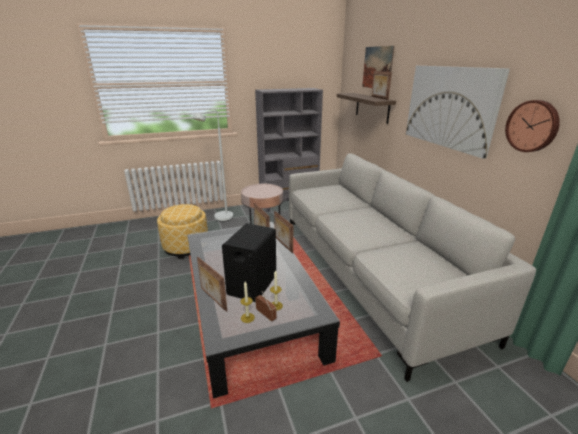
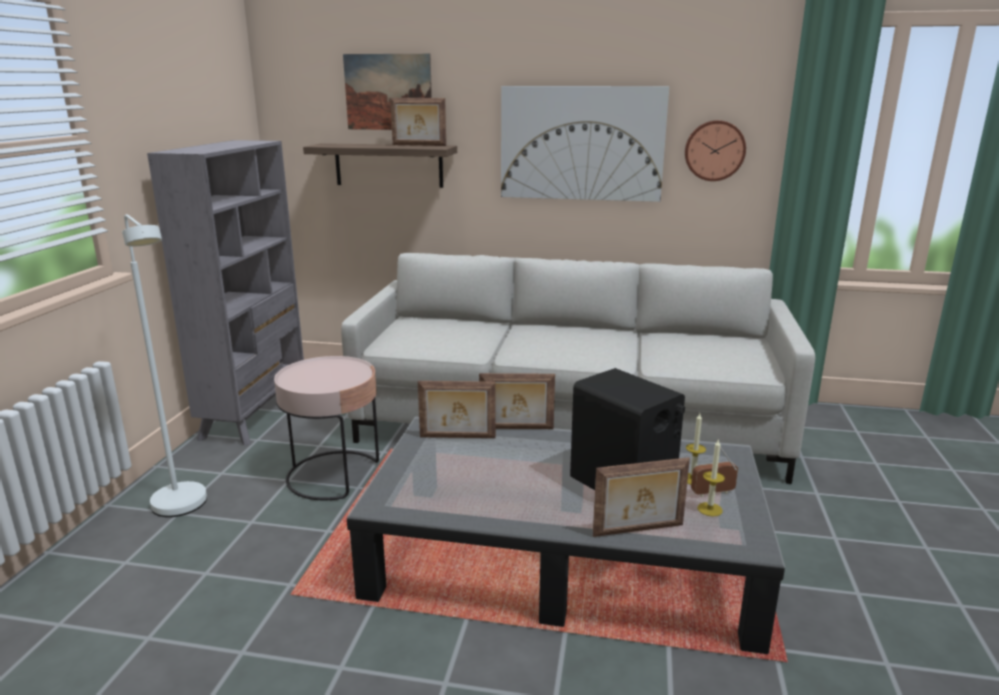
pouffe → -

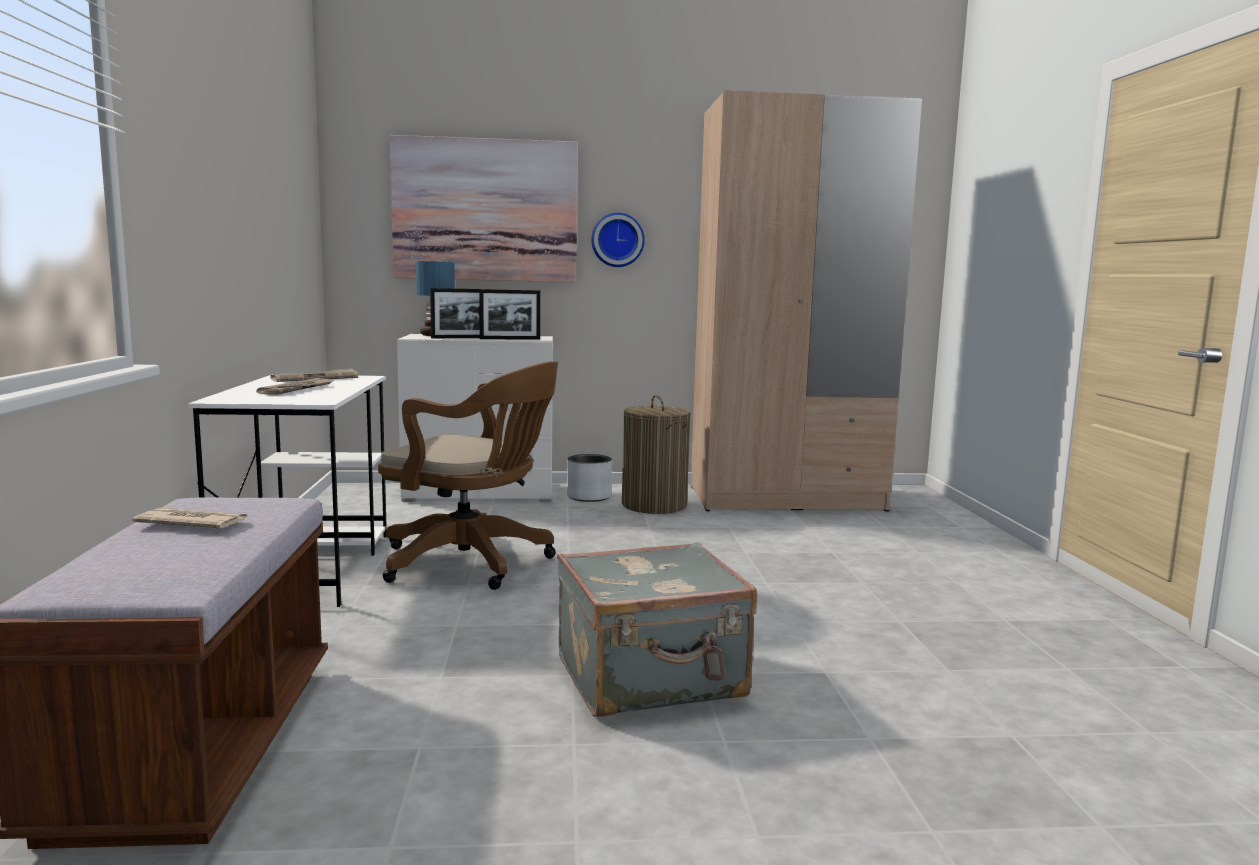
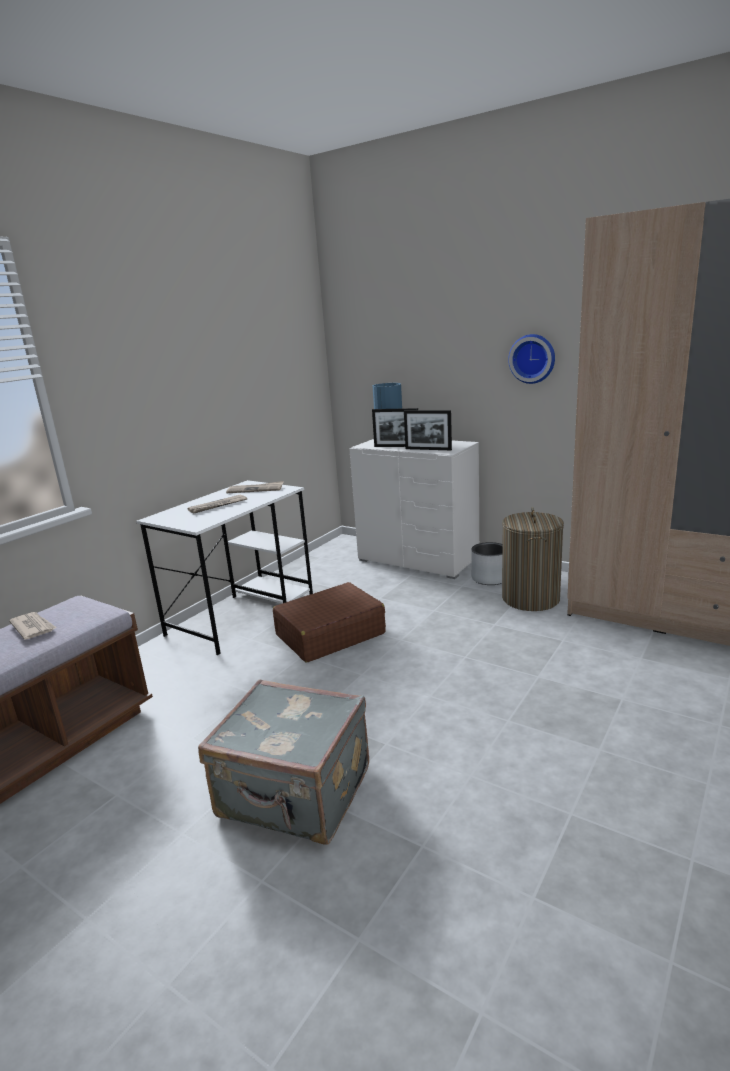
brownish desk chair → brownish piece of luggage
picture → -

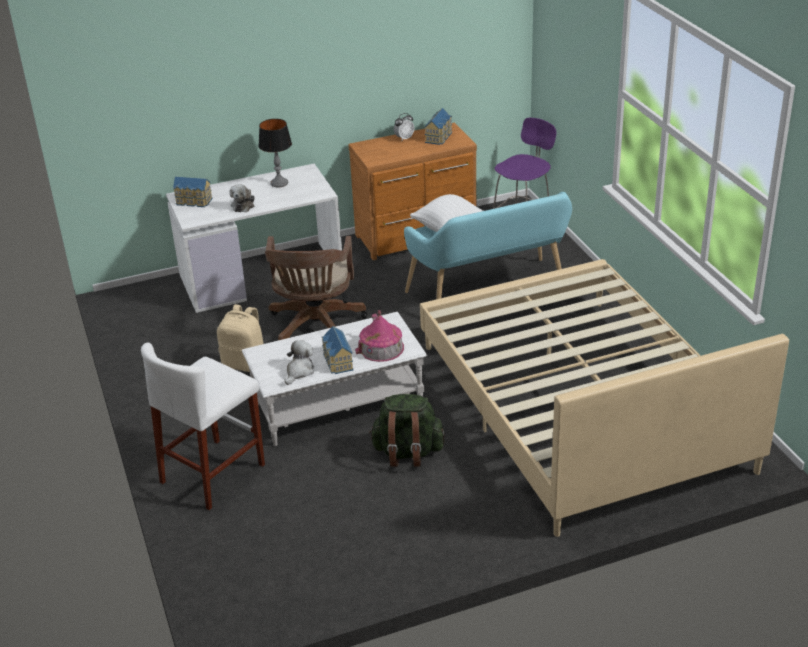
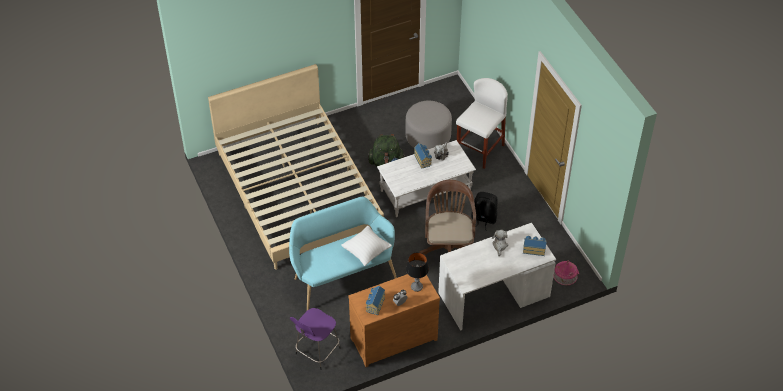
- → greyish pouffe
table lamp, move
sand-coloured knapsack → blackish knapsack
model house (3rd from left in the first image) → model house (4th from left), move

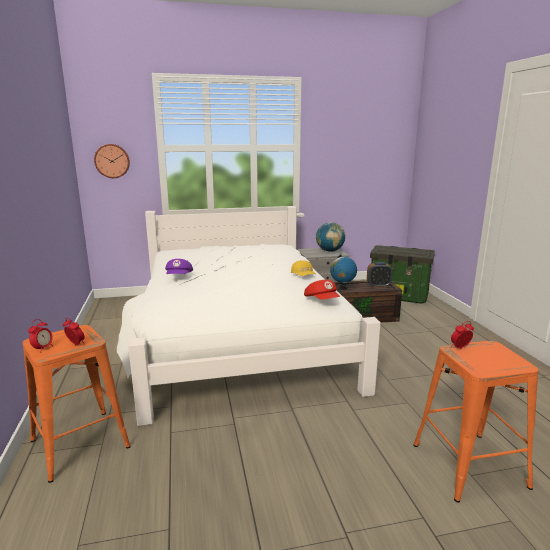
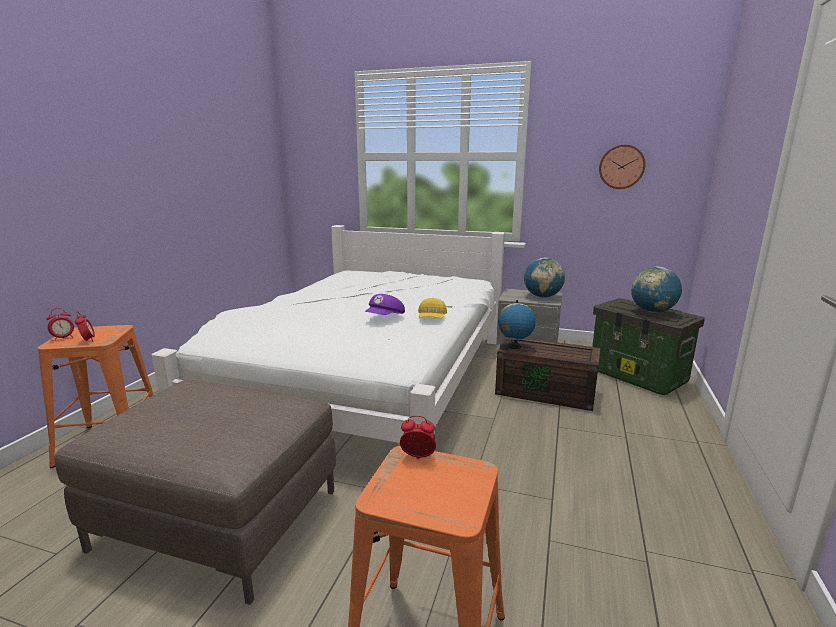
- → brownish pouffe
purple-coloured baseball cap, move
clock on the wall, move
- → world globe (3rd from left)
red-coloured baseball cap → -
table clock (3rd from left) → -

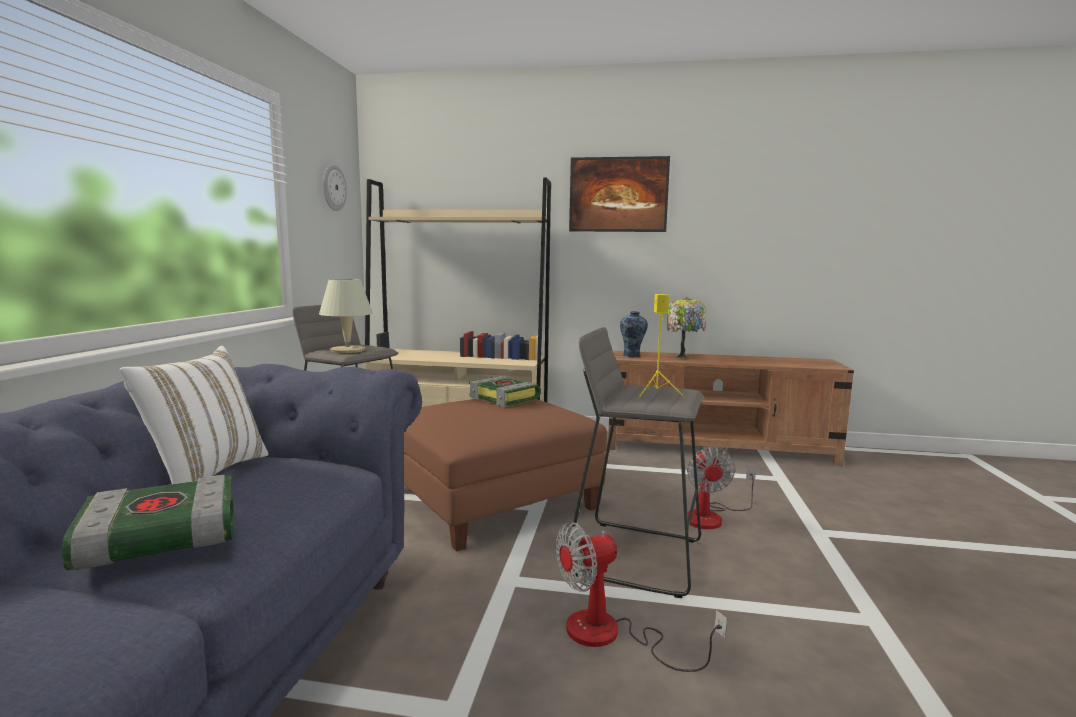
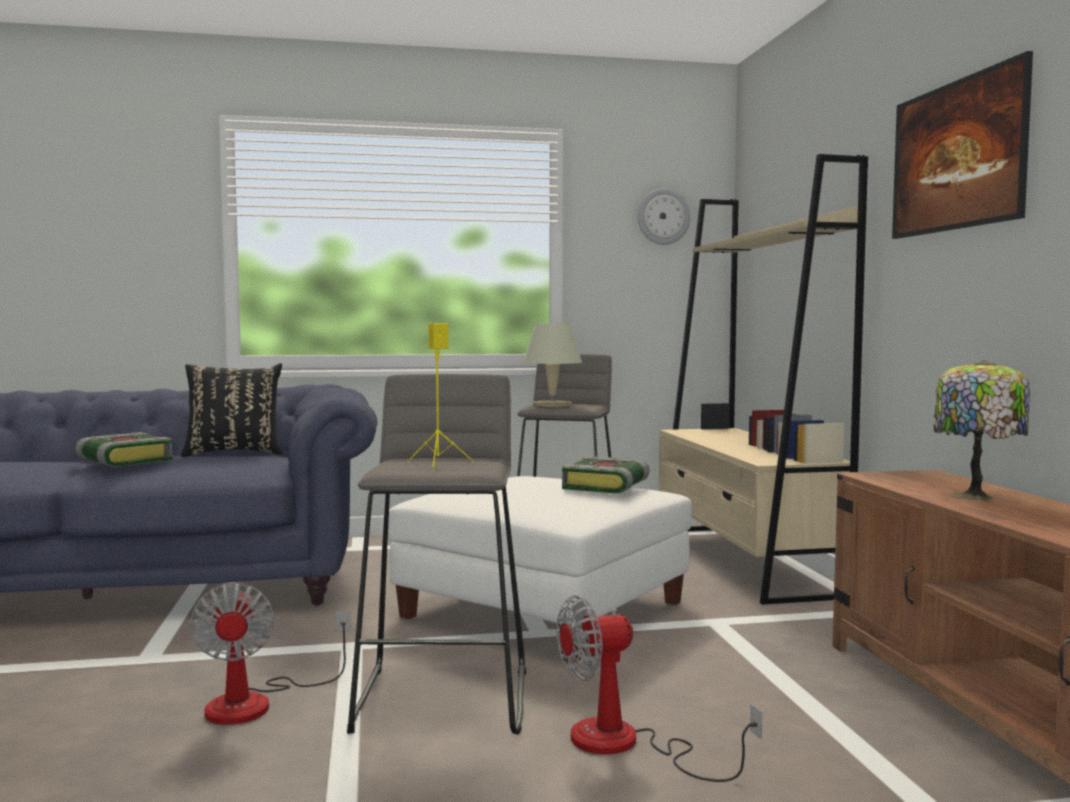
white-coloured throw pillow → blackish throw pillow
electric fan (1st from left), 150 degrees counterclockwise
brownish pouffe → white-coloured pouffe
flower vase → -

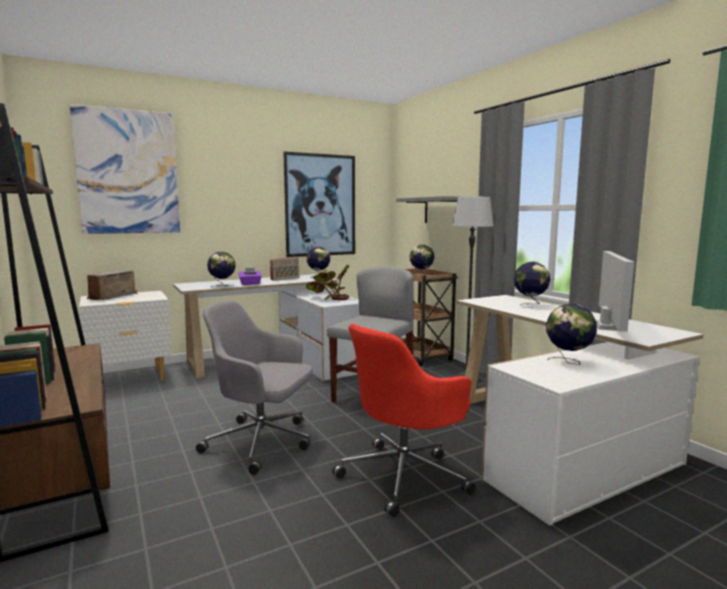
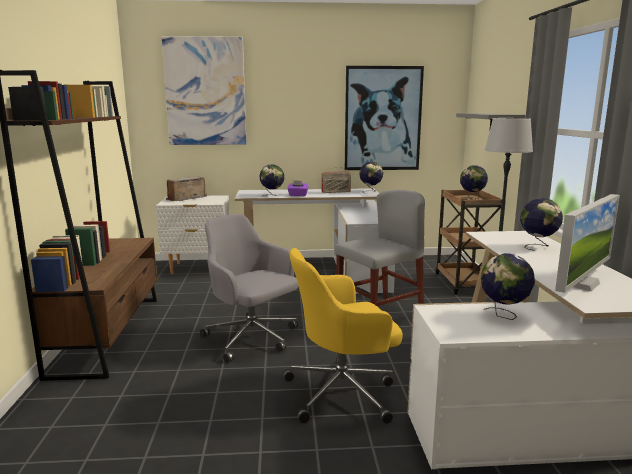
red-coloured desk chair → yellowish desk chair
potted plant → -

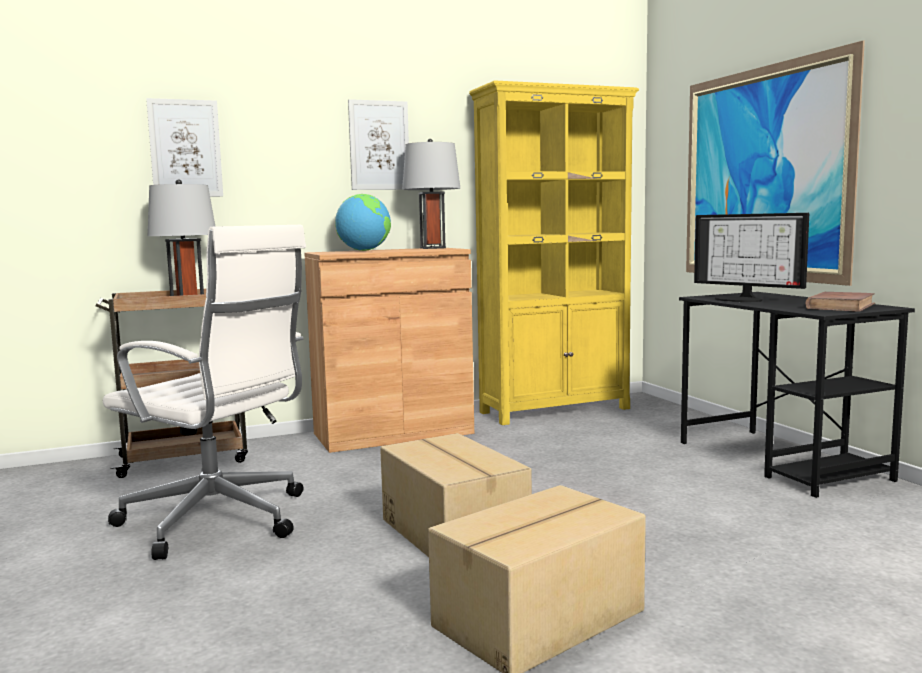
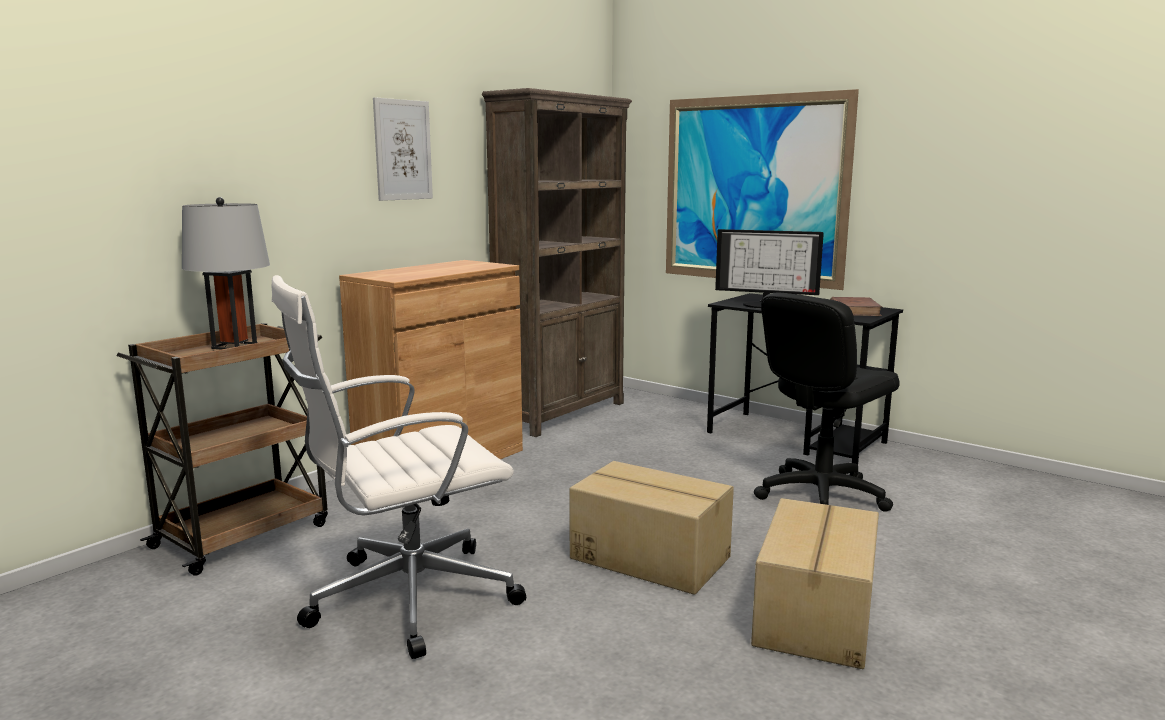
white-coloured desk chair, 150 degrees clockwise
yellowish shelving unit → brownish shelving unit
- → blackish desk chair
picture (1st from left) → -
world globe → -
greyish table lamp (2nd from left) → -

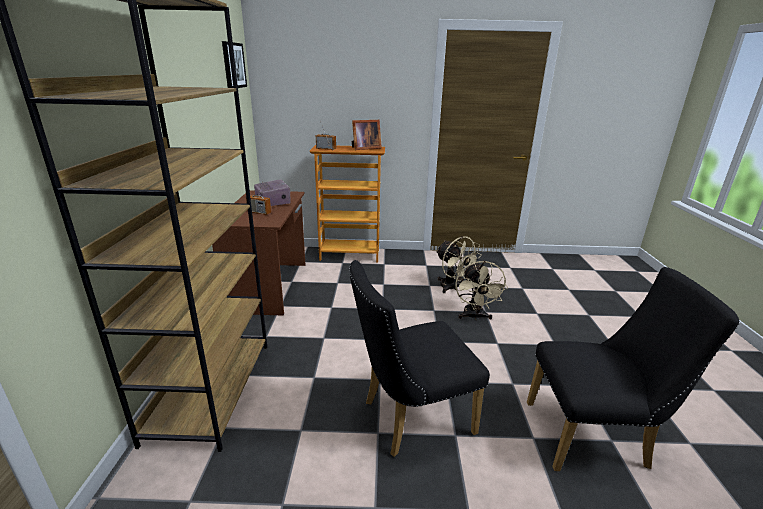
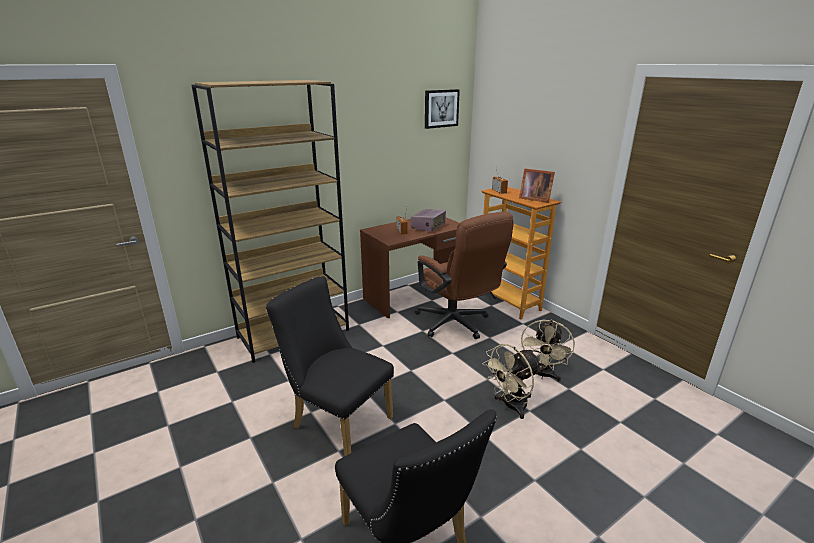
- → brownish desk chair

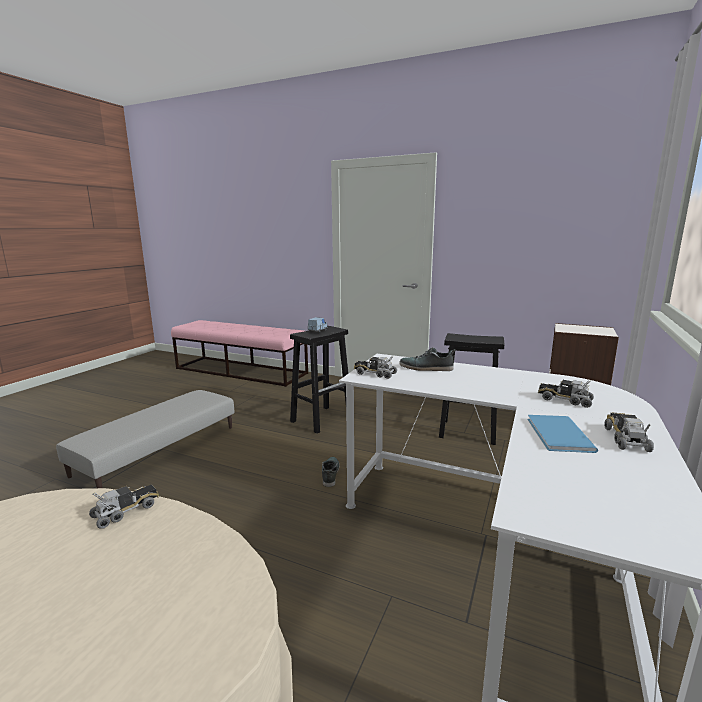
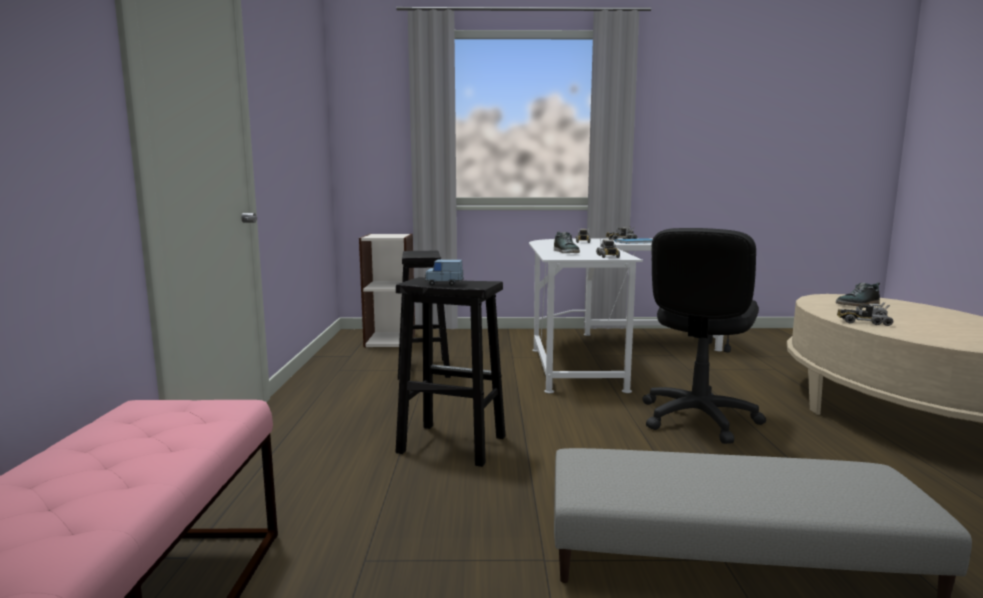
- → blackish desk chair
low shoe (1st from left in the first image) → low shoe (2nd from left), move

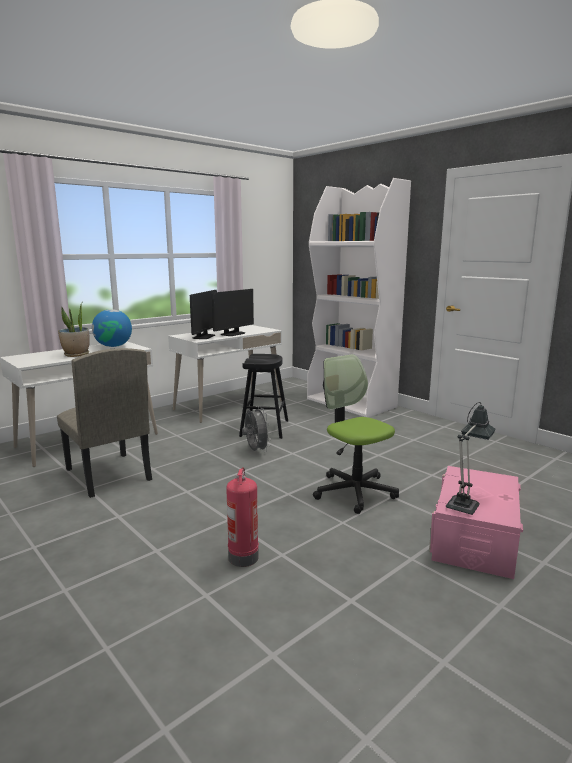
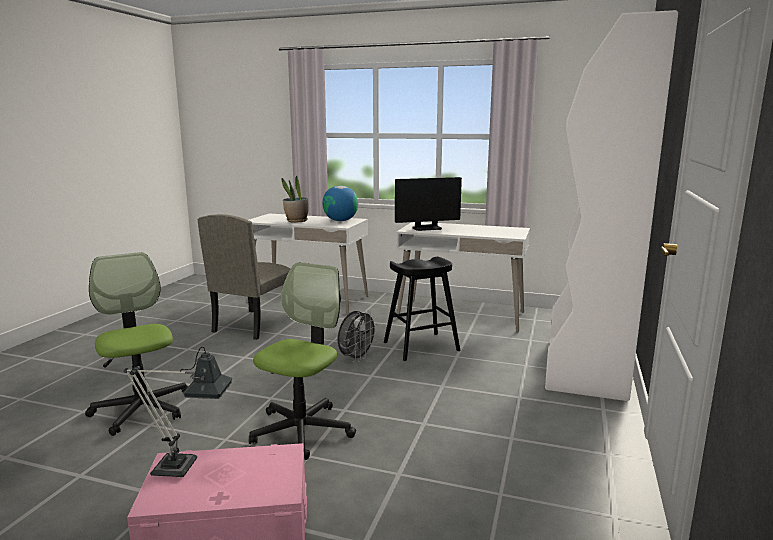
fire extinguisher → desk chair (1st from left)
computer screen (2nd from left) → -

